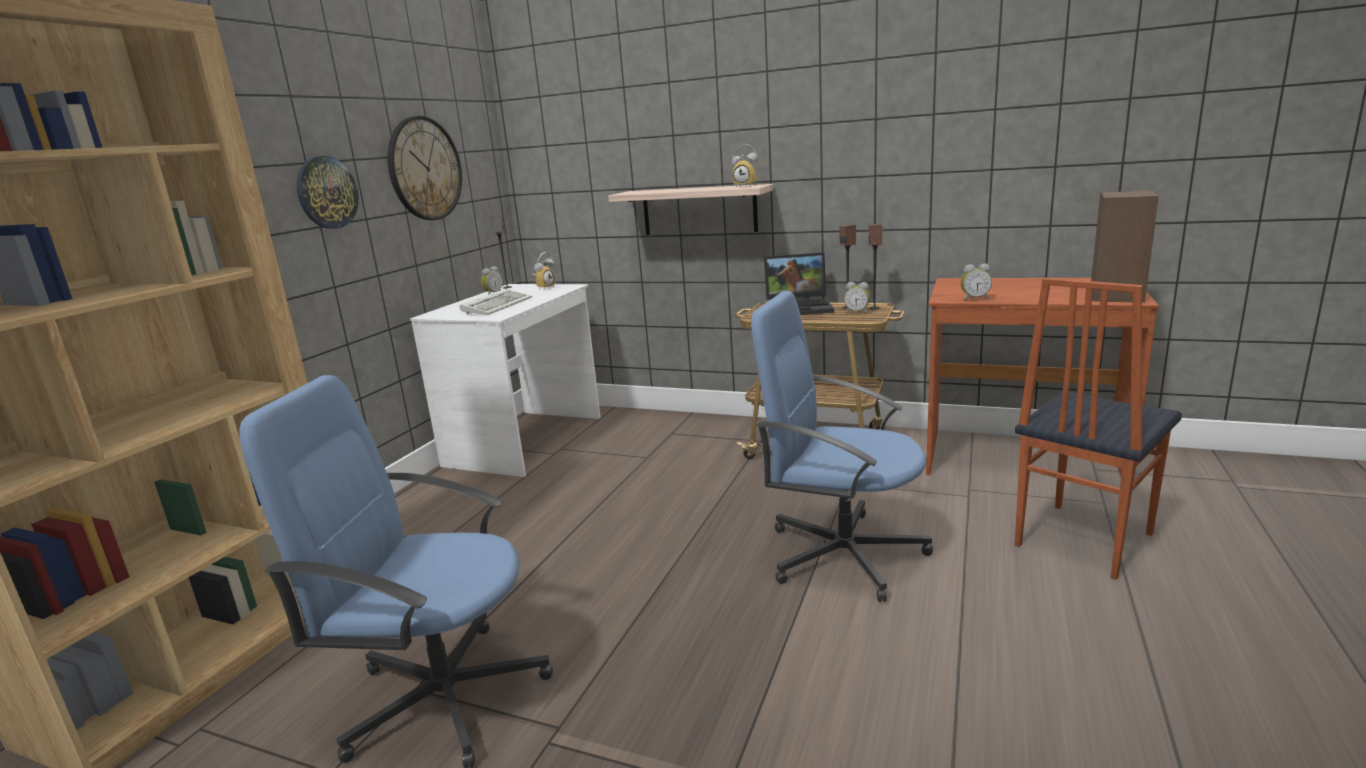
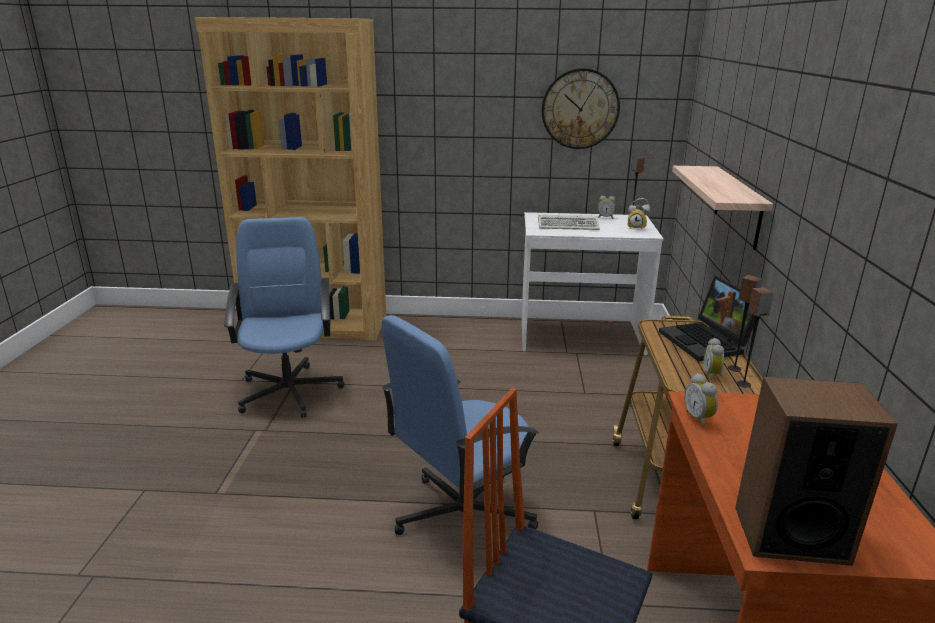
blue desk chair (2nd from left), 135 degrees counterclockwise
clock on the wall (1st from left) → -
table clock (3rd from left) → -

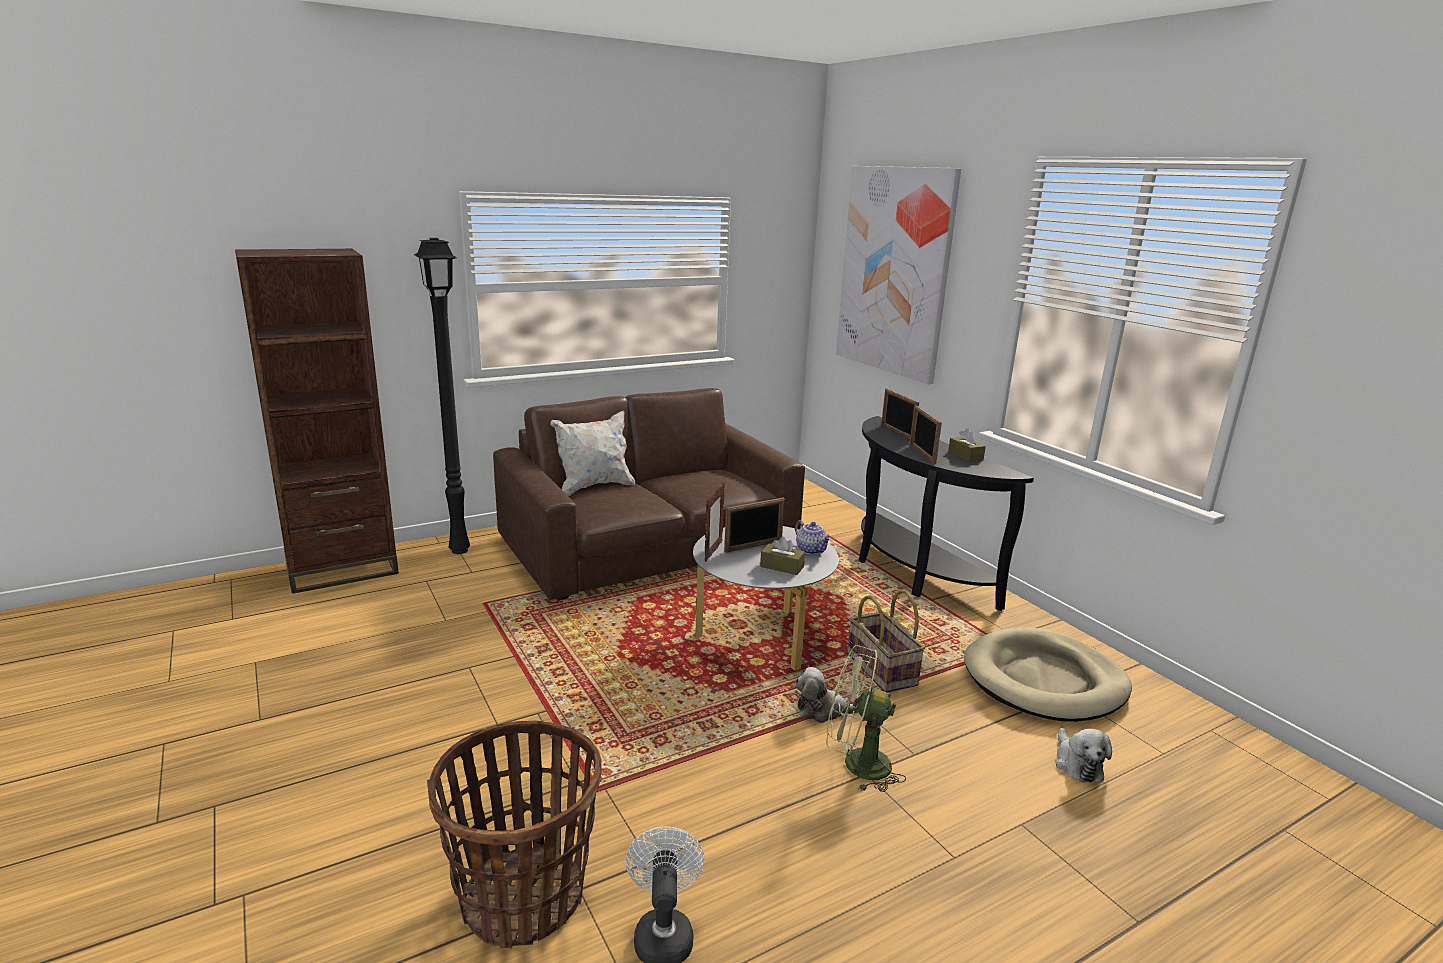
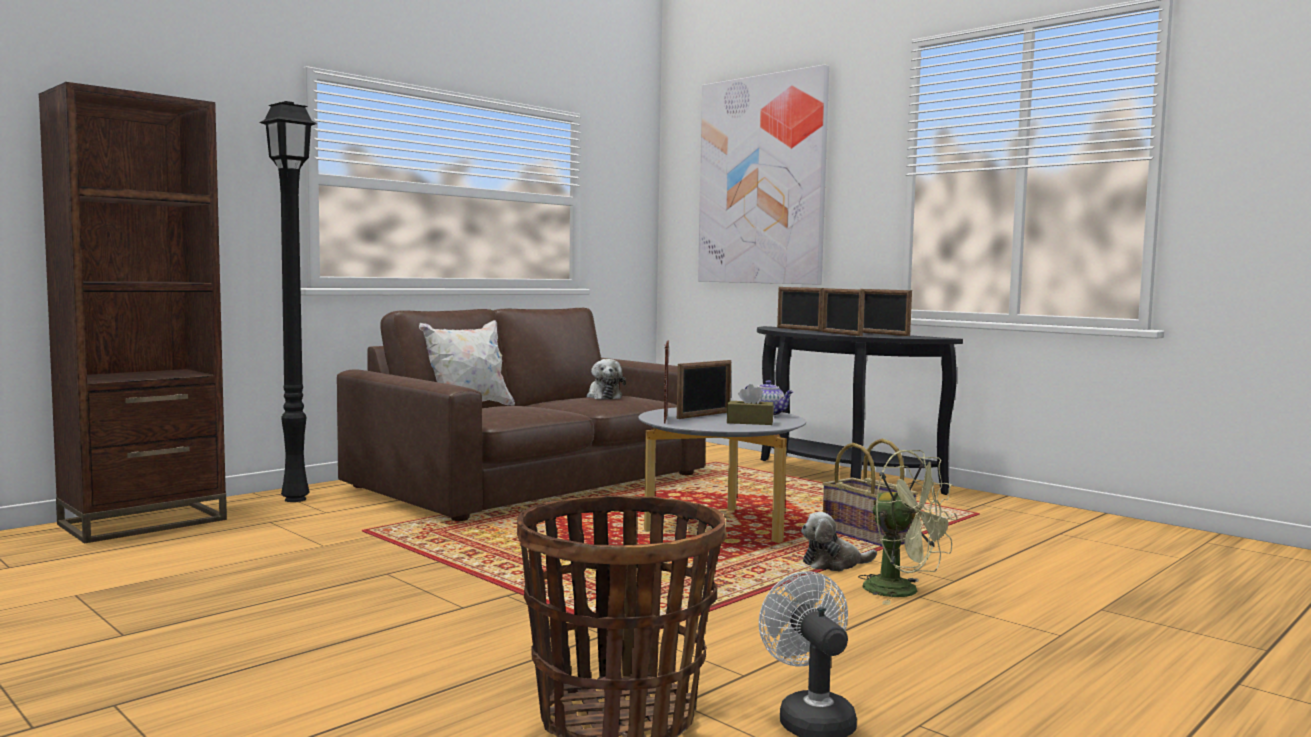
cuddly toy (2nd from left in the first image) → cuddly toy (1st from left), move
greenish electric fan, 135 degrees counterclockwise
brownish tissue box (2nd from left) → photo frame (5th from left)
sand-coloured dog cushion → -

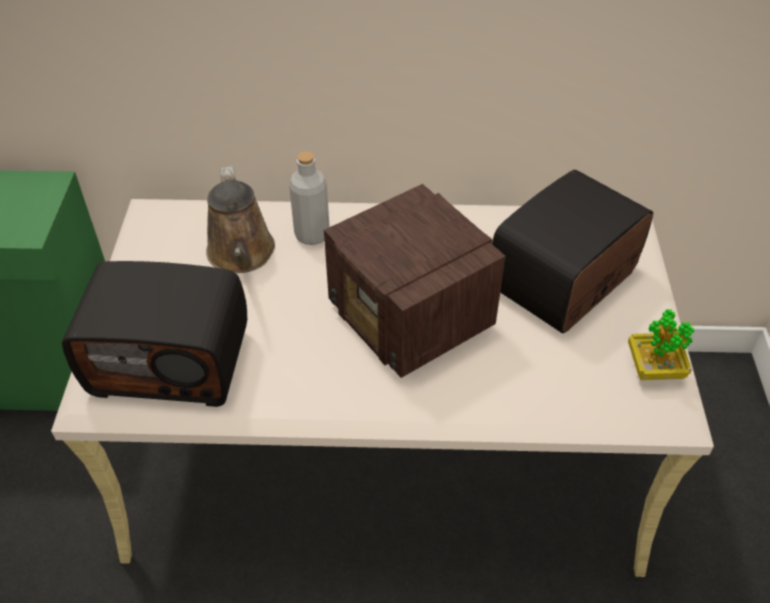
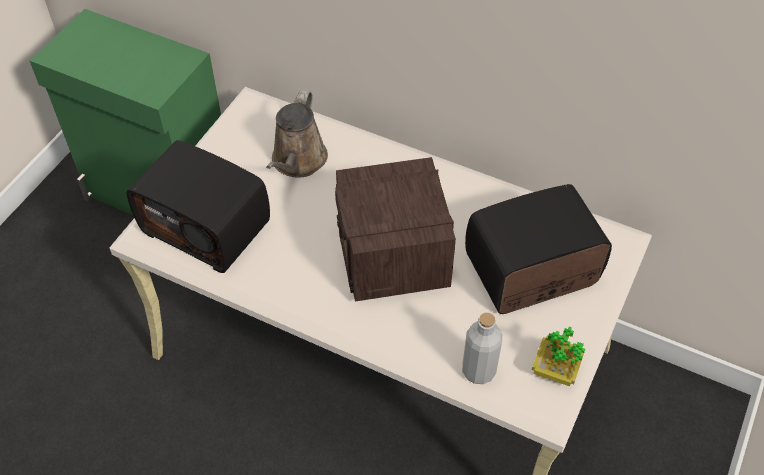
greyish bottle, move

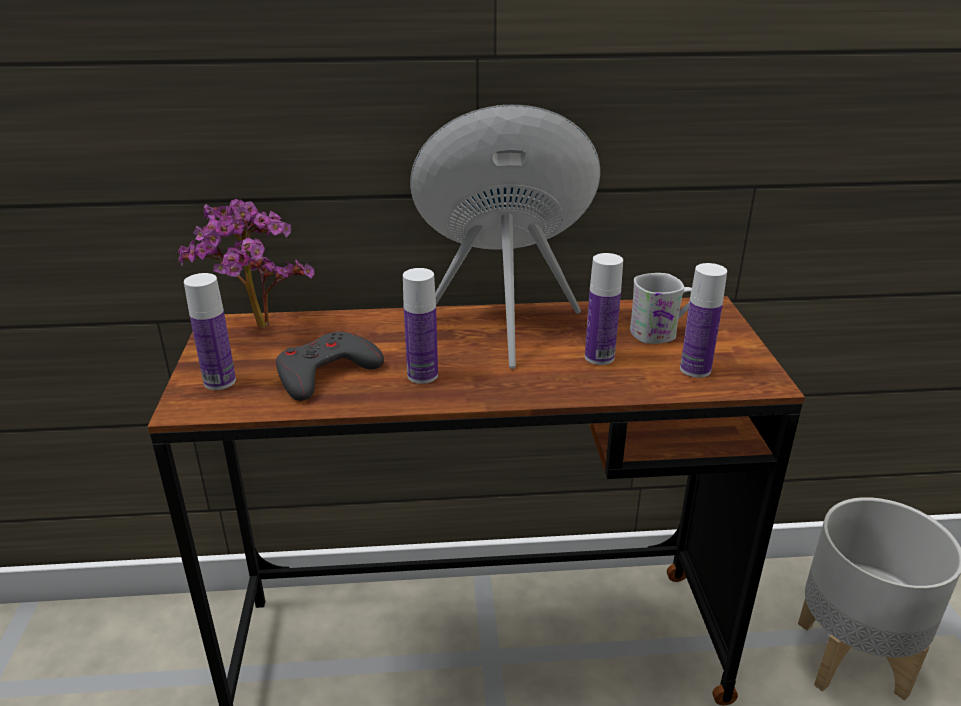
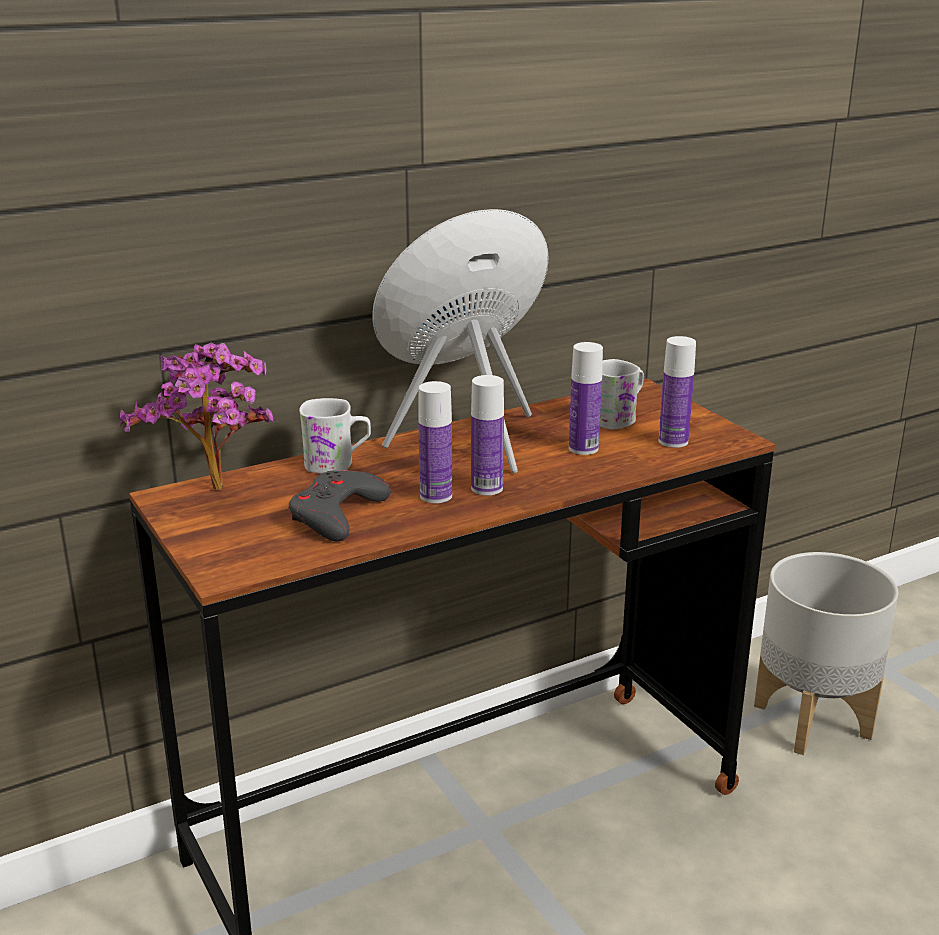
- → white-coloured tea mug (1st from left)
bottle (1st from left in the first image) → bottle (2nd from left), move

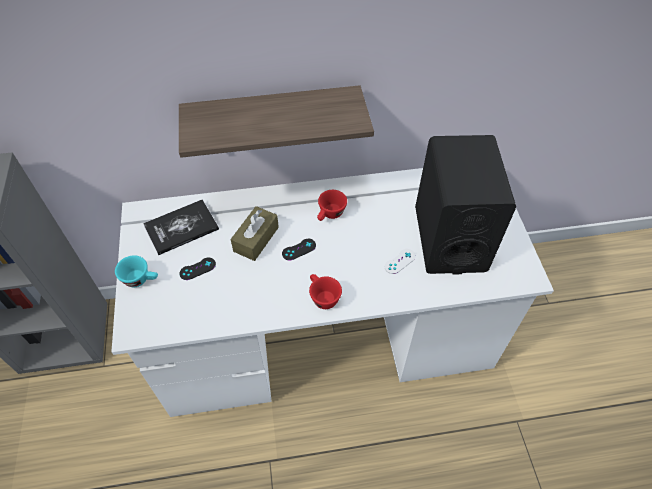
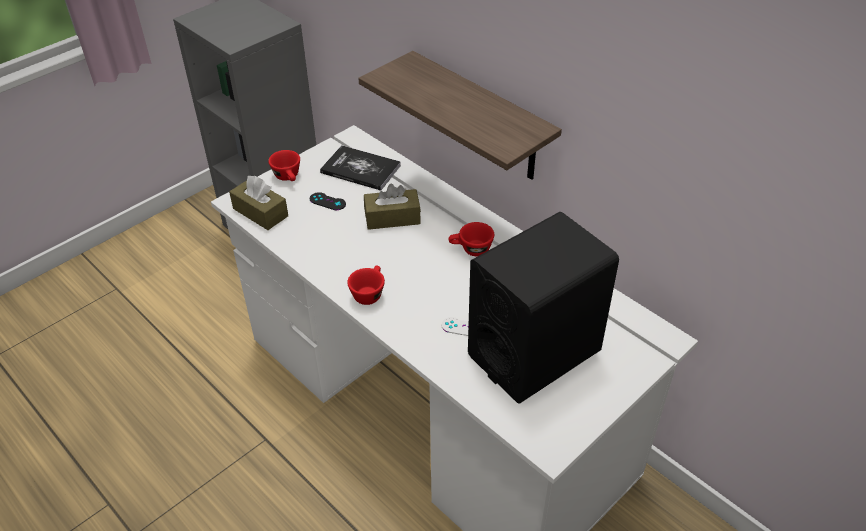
- → brownish tissue box (1st from left)
blue-green cup → red-coloured cup (1st from left)
blackish gamepad (2nd from left) → -

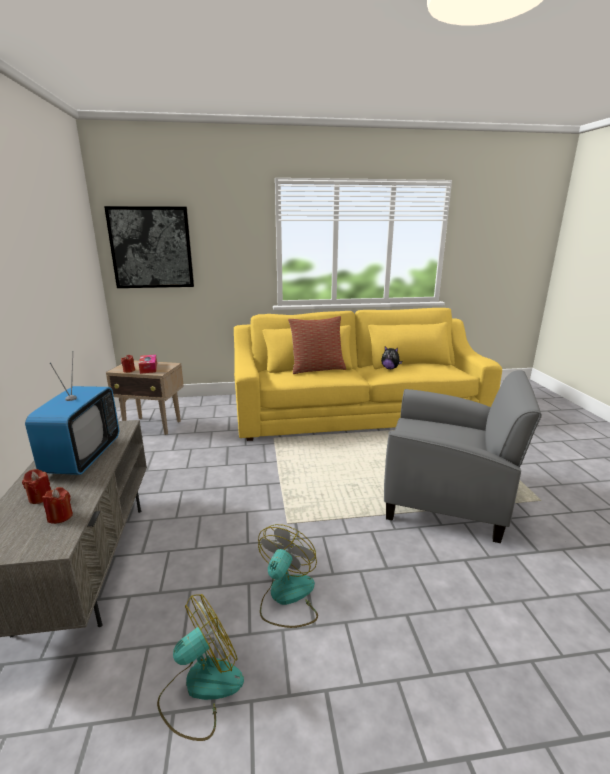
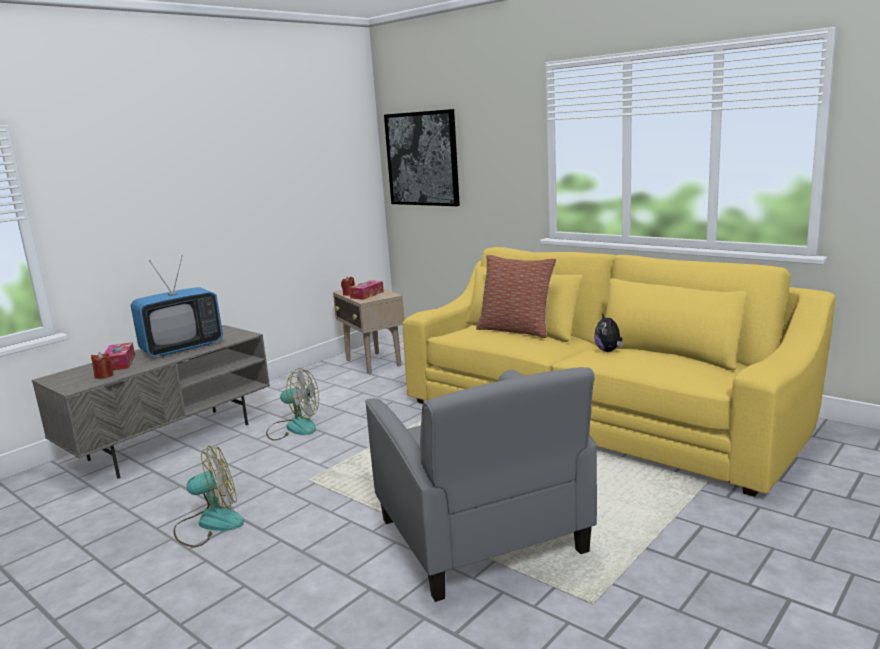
red-coloured candle (1st from left) → tissue box (1st from left)
electric fan (1st from left in the first image) → electric fan (2nd from left), move

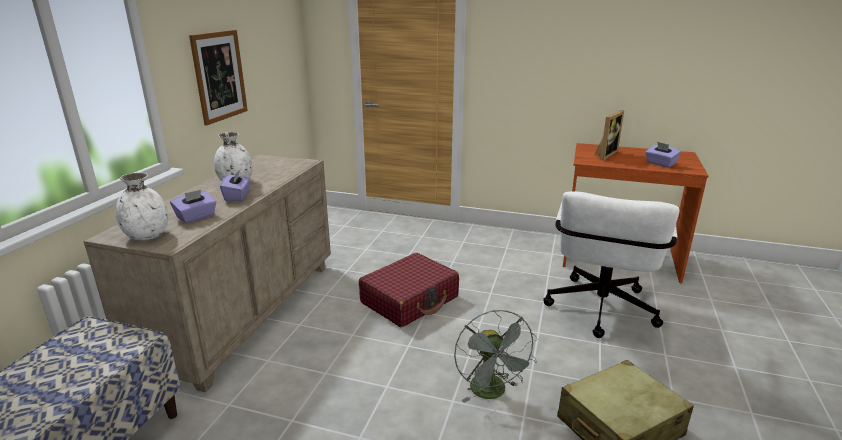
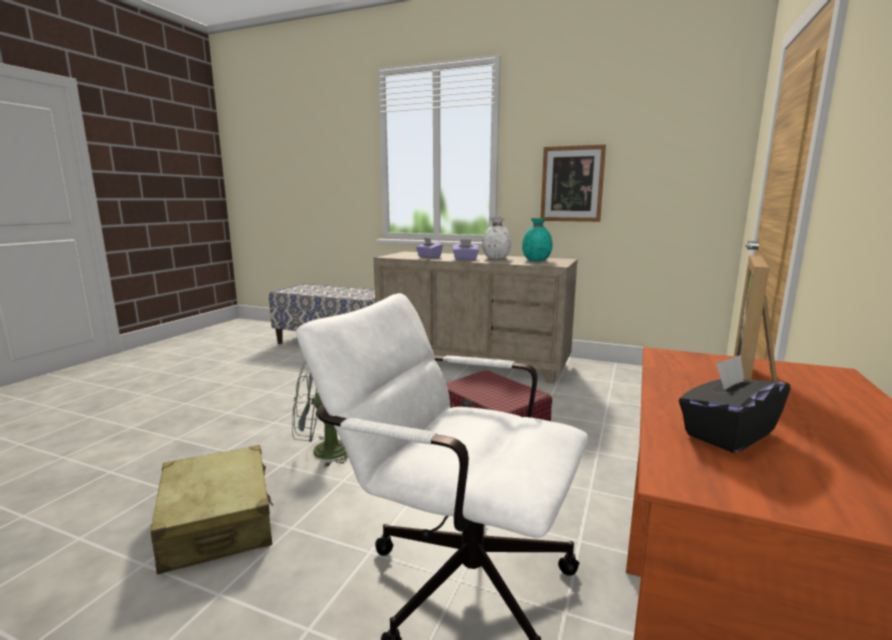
- → blue-green flower vase
purple-coloured tissue box (3rd from left) → blackish tissue box
photo frame, 75 degrees clockwise
white-coloured flower vase (1st from left) → -

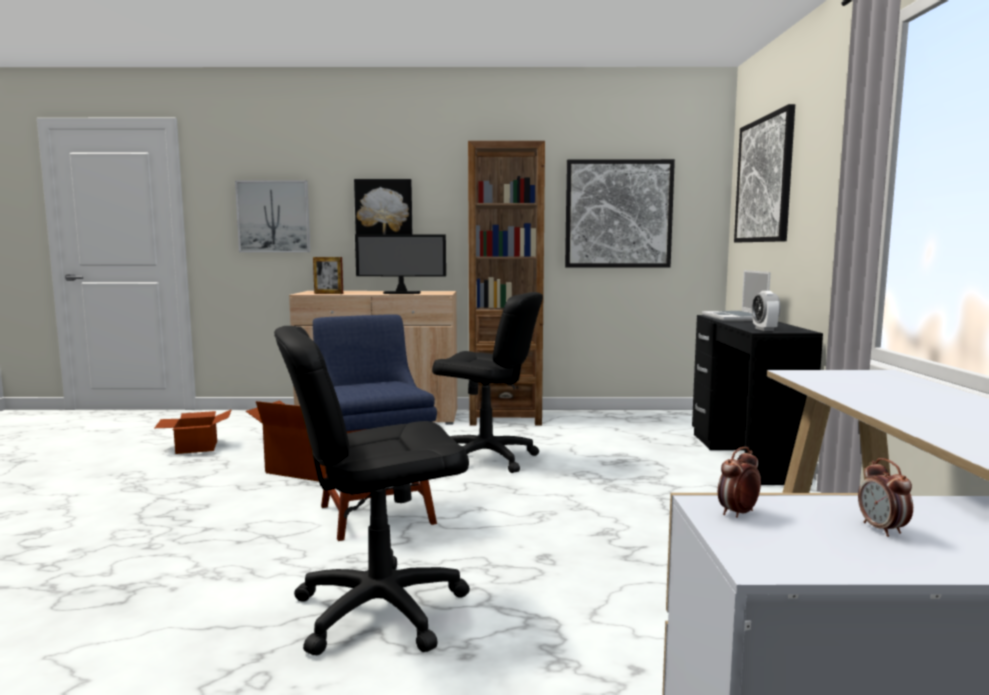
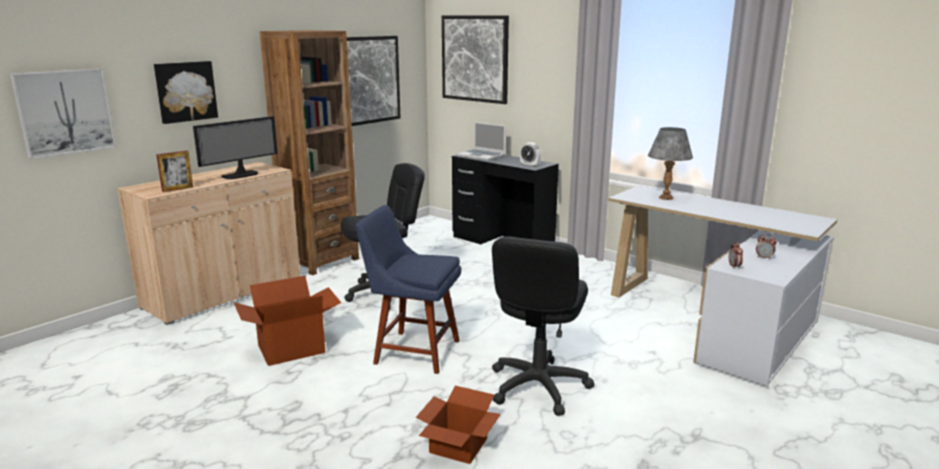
carton (1st from left in the first image) → carton (2nd from left), move
- → greyish table lamp

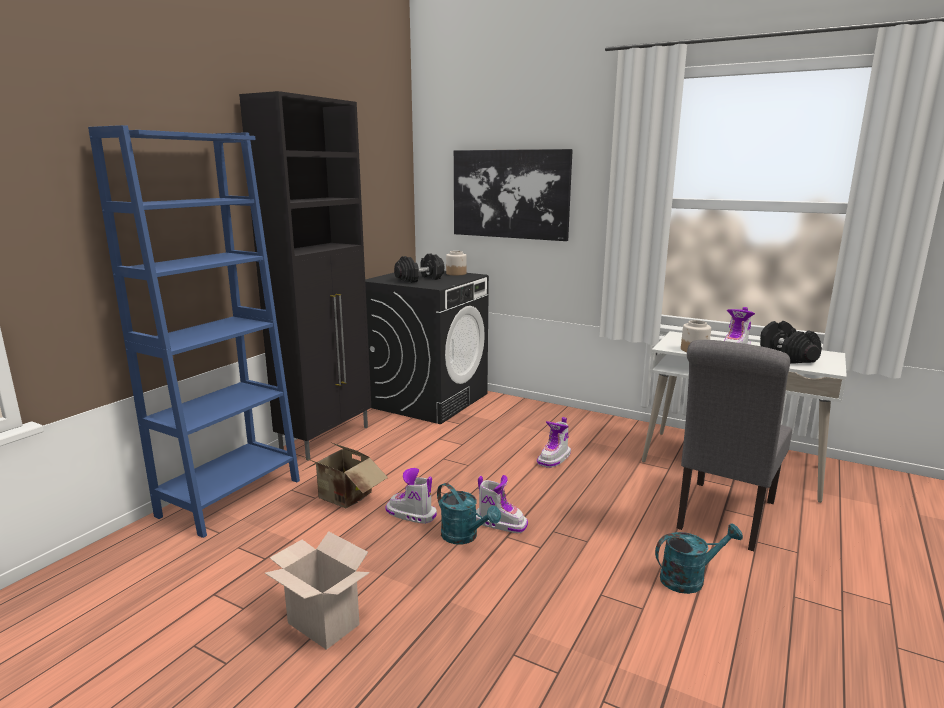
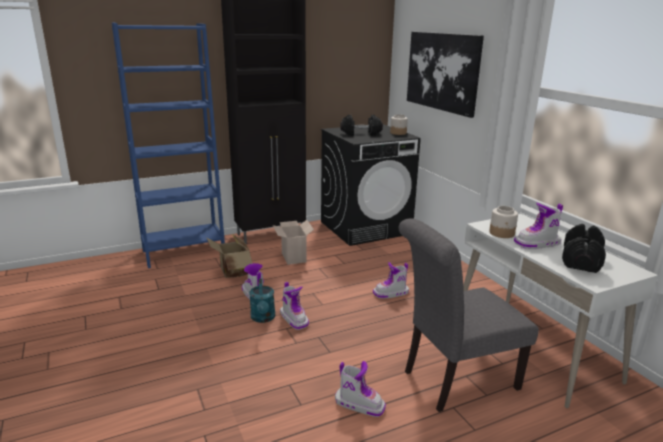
carton (1st from left in the first image) → carton (2nd from left), move
blue-green watering can (2nd from left) → boot (3rd from left)

